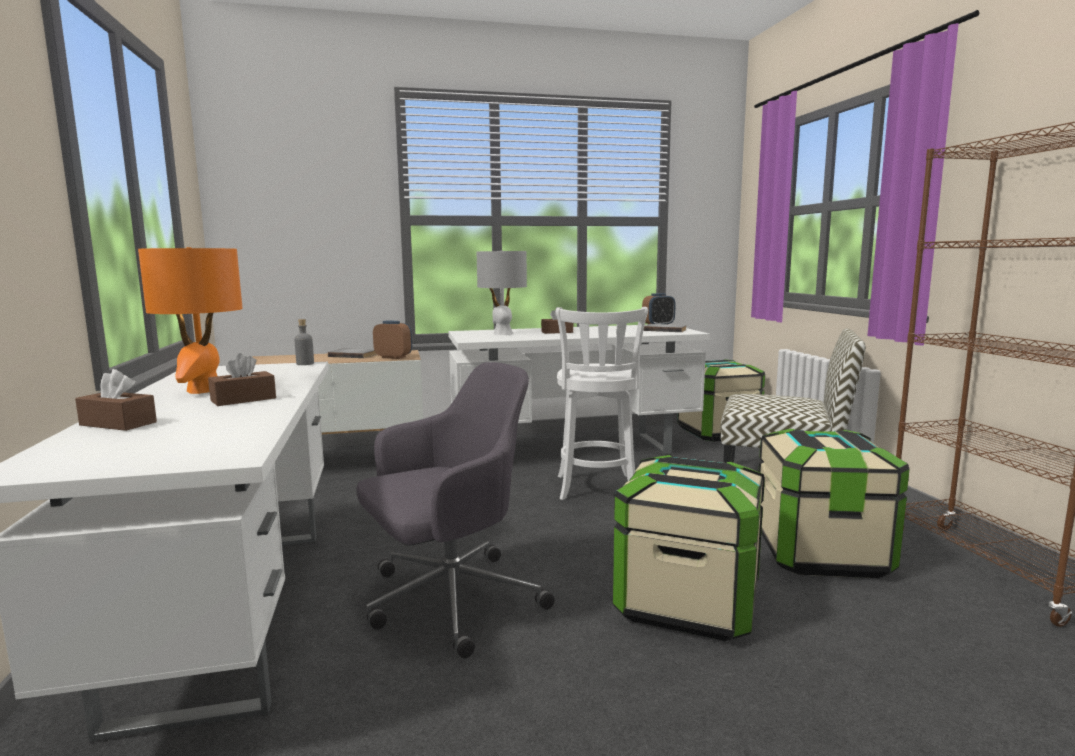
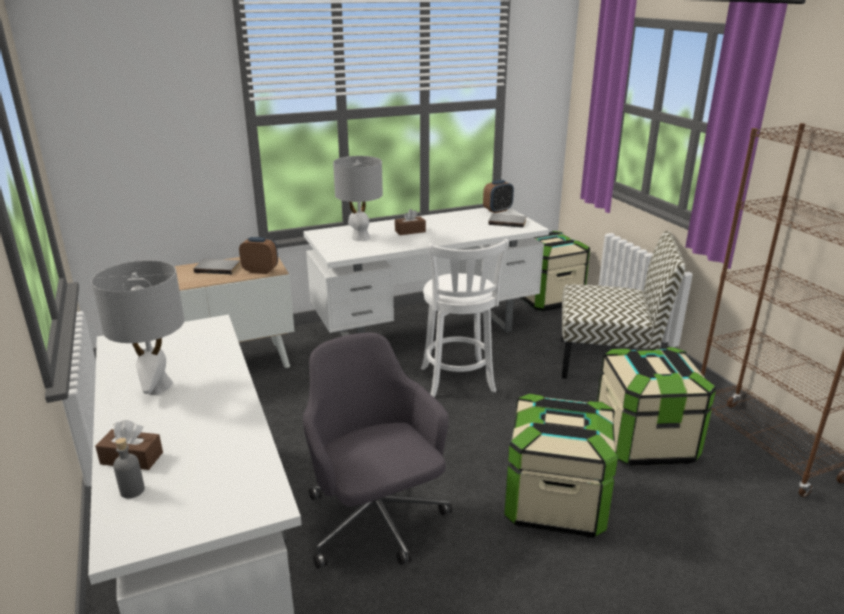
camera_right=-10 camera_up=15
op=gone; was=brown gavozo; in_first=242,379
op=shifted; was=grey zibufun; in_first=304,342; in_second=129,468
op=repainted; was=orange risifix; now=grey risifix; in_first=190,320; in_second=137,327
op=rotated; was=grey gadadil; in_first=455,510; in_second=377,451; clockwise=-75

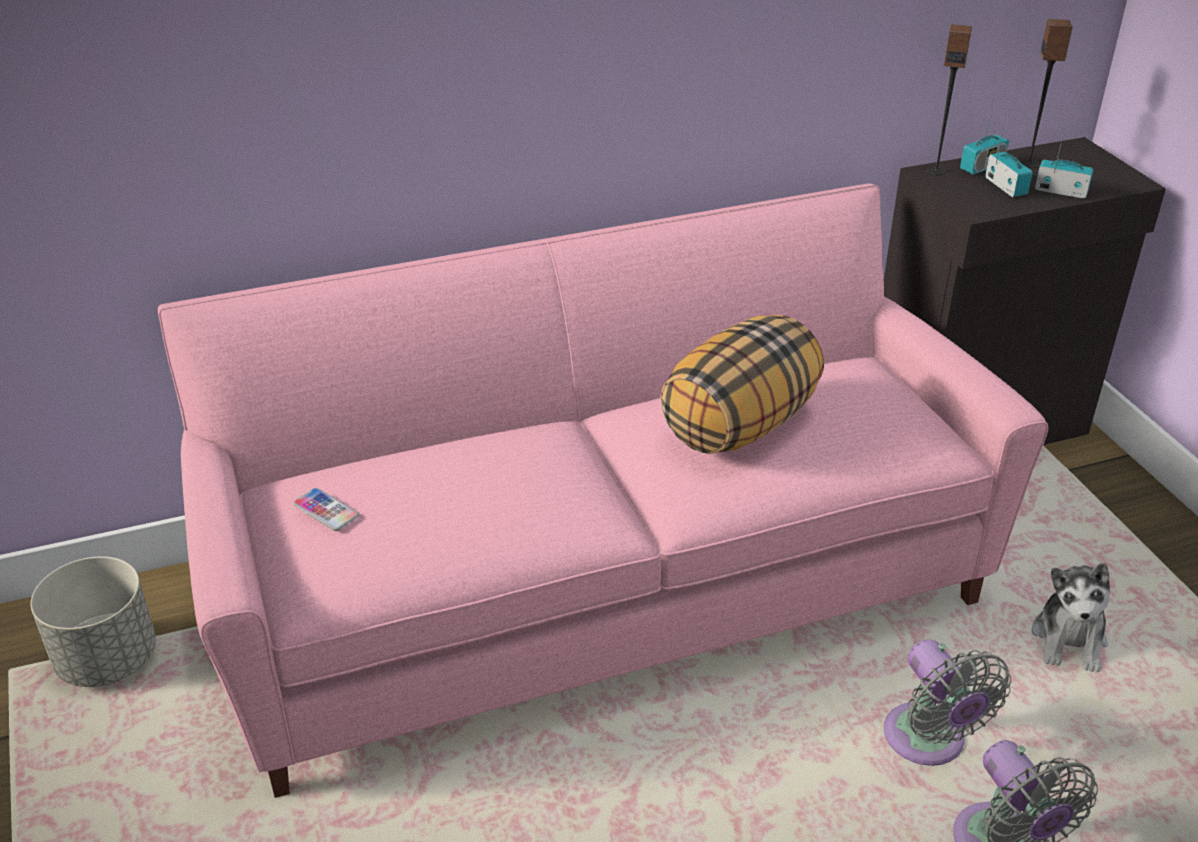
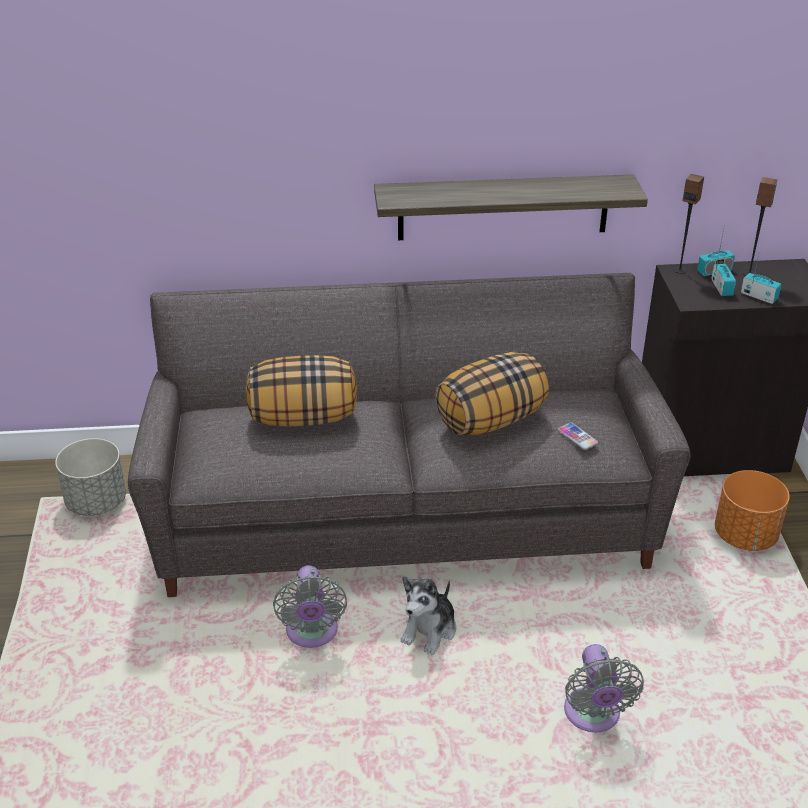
camera_right=15 camera_up=0
op=new; now=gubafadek; in_second=301,391
op=new; now=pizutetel; in_second=511,207
op=new; now=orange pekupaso; in_second=752,510
op=shifted; was=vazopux; in_first=326,509; in_second=578,436
op=shifted; was=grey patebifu; in_first=947,702; in_second=310,606
op=shifted; was=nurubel; in_first=1071,617; in_second=428,615
op=repainted; was=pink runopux; now=grey runopux; in_first=603,490; in_second=409,435

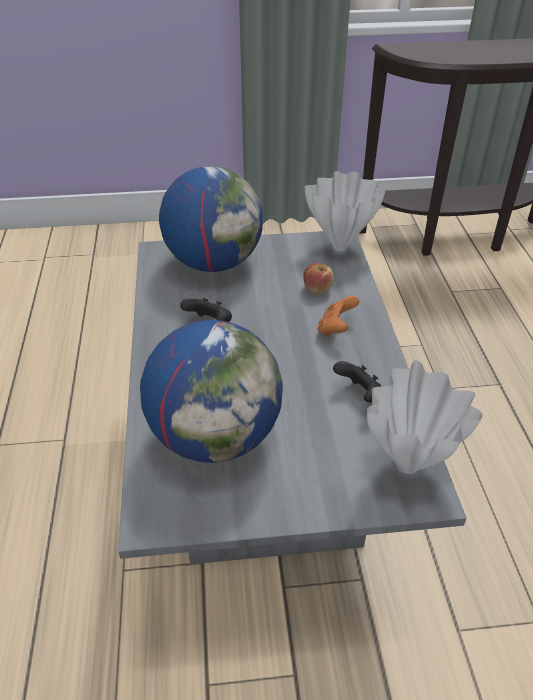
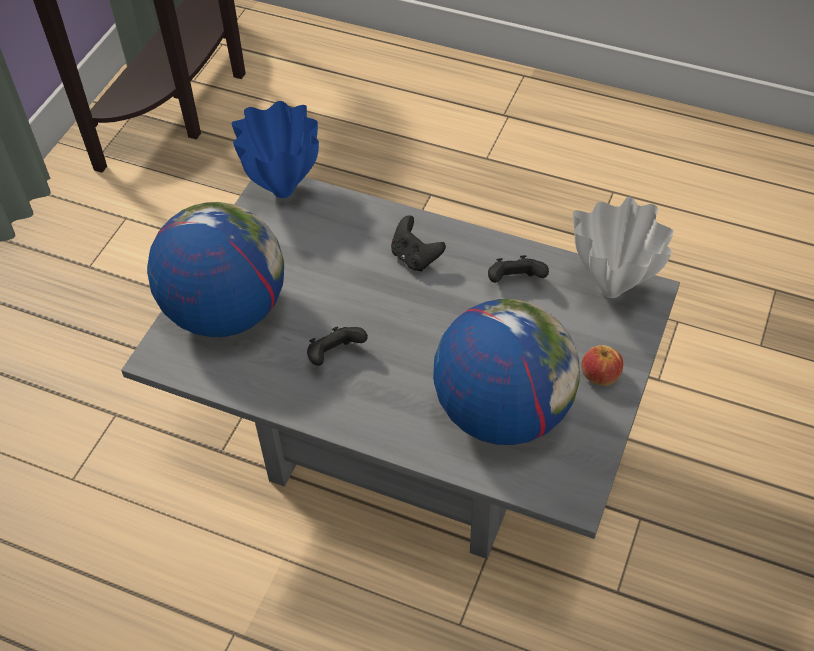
camera_right=-60 camera_up=10
op=shifted; was=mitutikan; in_first=318,278; in_second=602,365
op=repainted; was=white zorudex; now=blue zorudex; in_first=344,211; in_second=275,149
op=repainted; was=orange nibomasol; now=black nibomasol; in_first=338,316; in_second=418,243

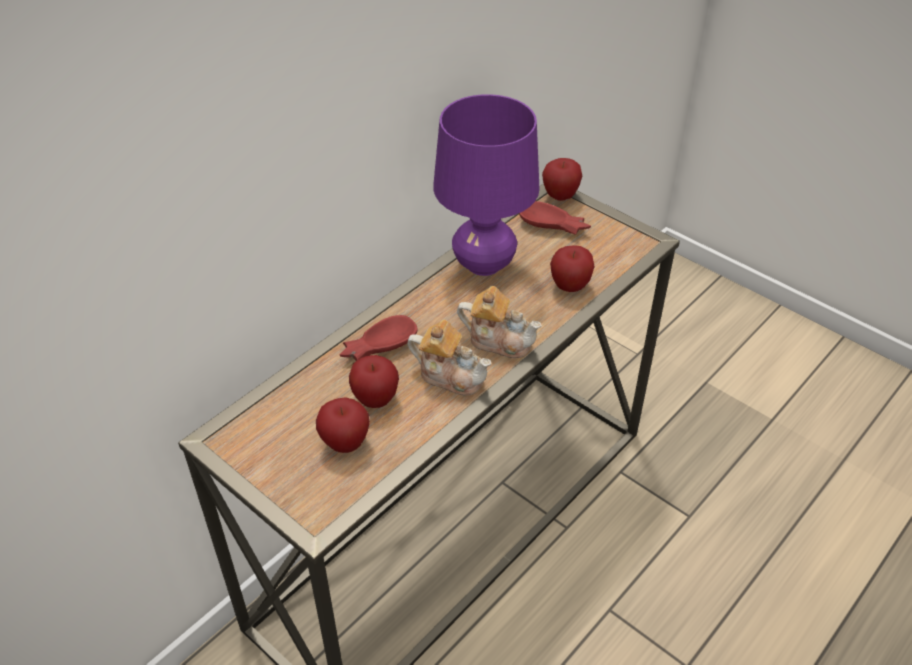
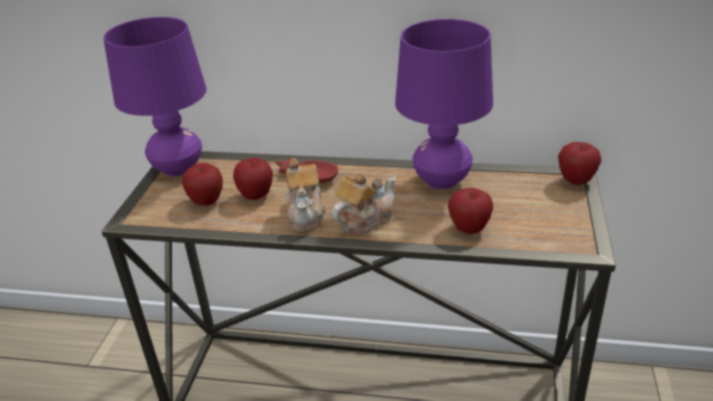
camera_right=60 camera_up=-10
op=gone; was=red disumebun; in_first=555,218
op=new; now=purple risifix; in_second=155,96
op=rotated; was=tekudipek; in_first=499,322; in_second=364,204; clockwise=-120

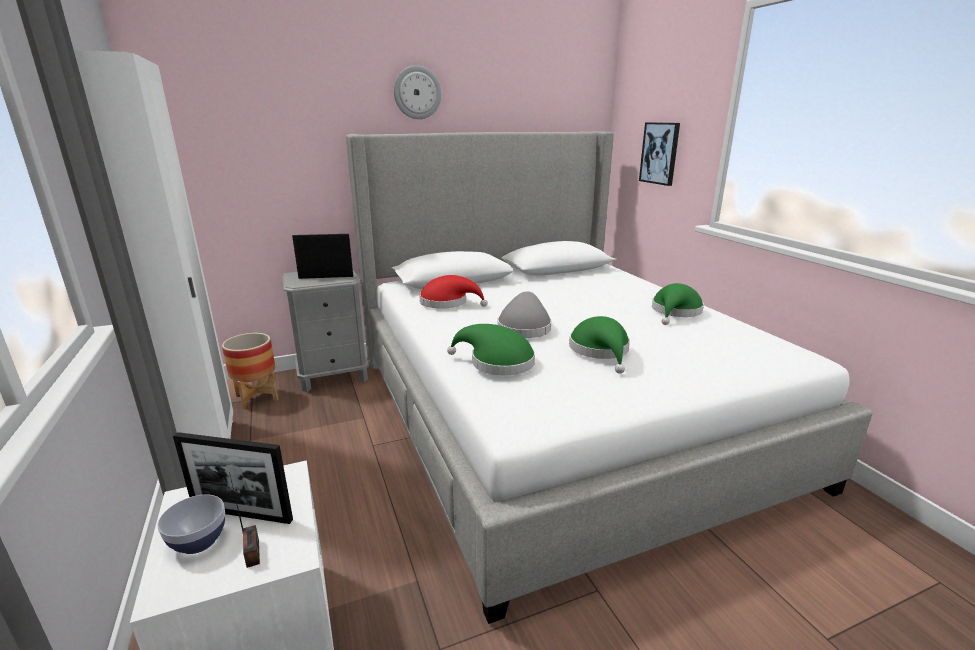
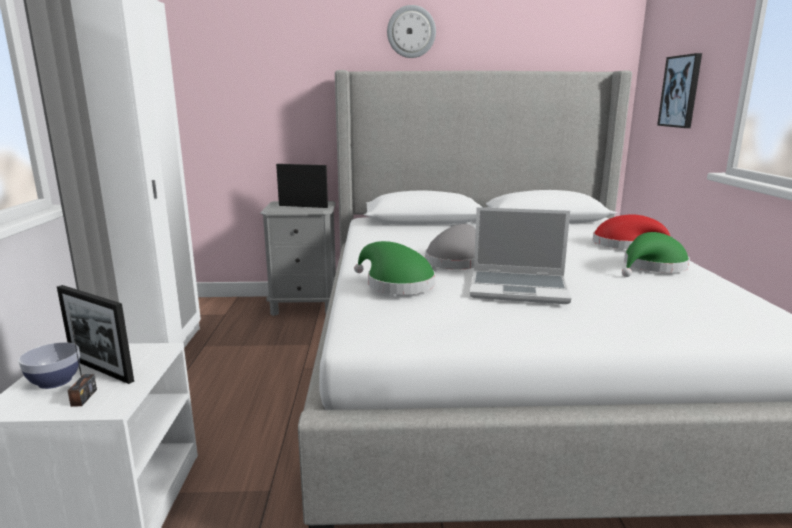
camera_right=20 camera_up=-5
op=gone; was=pekupaso; in_first=250,371
op=shifted; was=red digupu; in_first=453,292; in_second=632,231
op=swapped; was=green digupu; now=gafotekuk; in_first=599,344; in_second=520,255

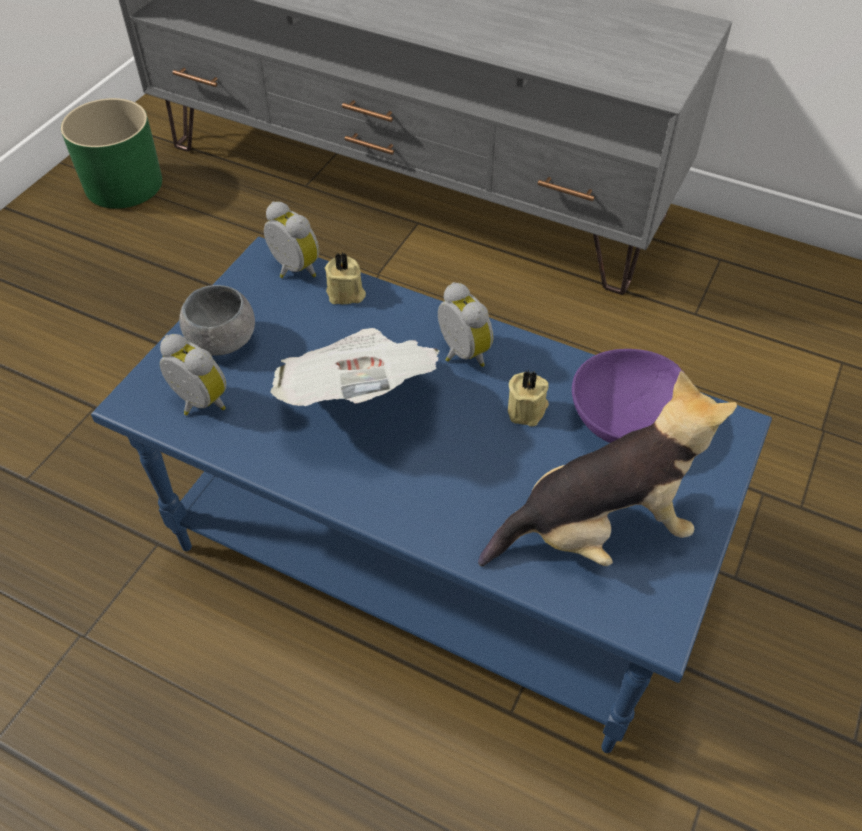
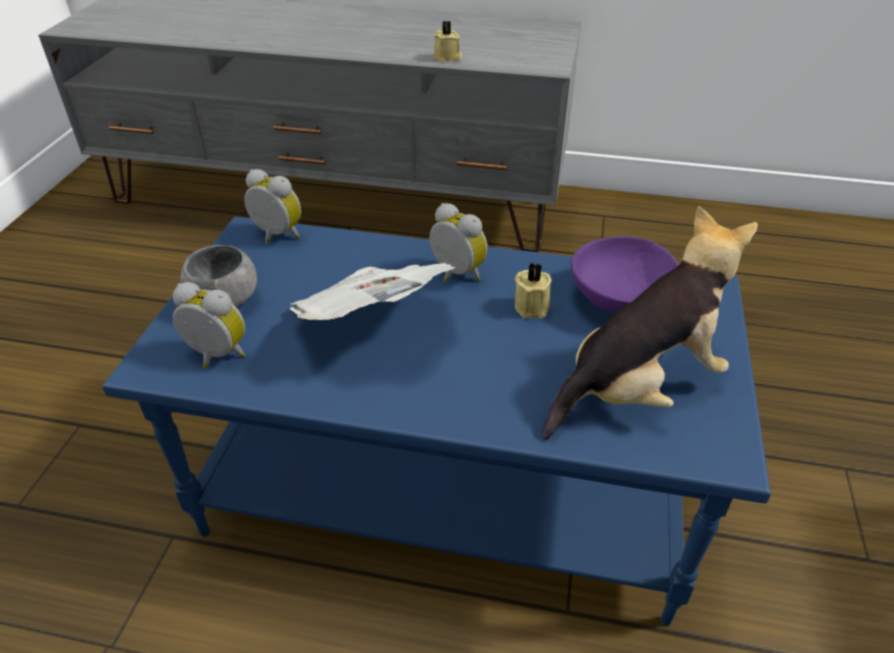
camera_right=-15 camera_up=-10
op=gone; was=green pekupaso; in_first=111,153
op=shifted; was=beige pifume; in_first=345,278; in_second=448,41

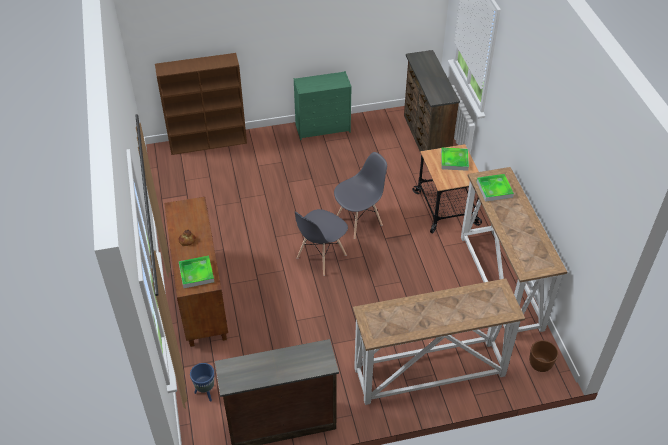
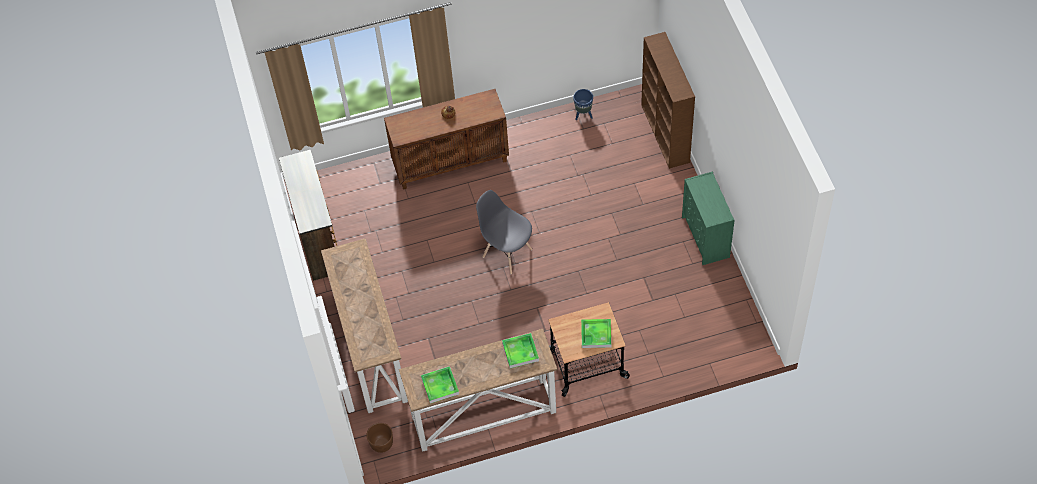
camera_right=90 camera_up=10
op=gone; was=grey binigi; in_first=360,195
op=gone; was=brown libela; in_first=432,100
op=shifted; was=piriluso; in_first=196,272; in_second=440,385
op=shifted; was=blue pekupaso; in_first=202,382; in_second=583,104

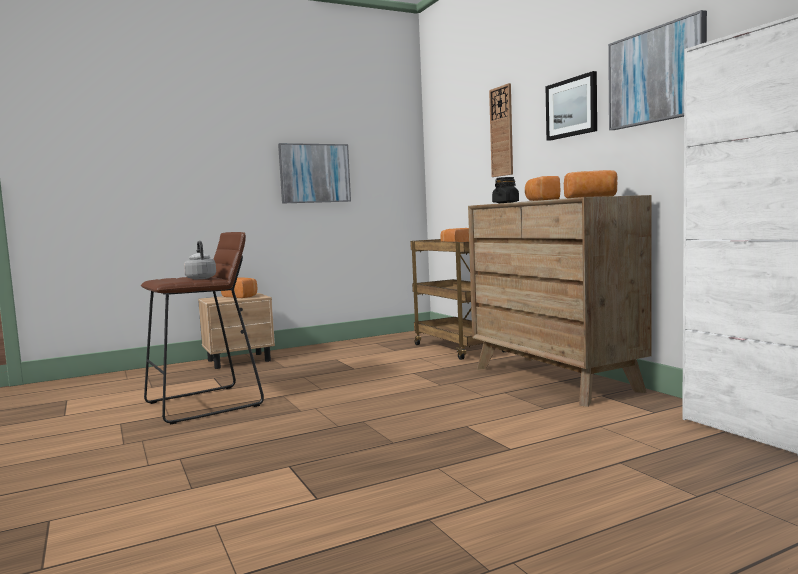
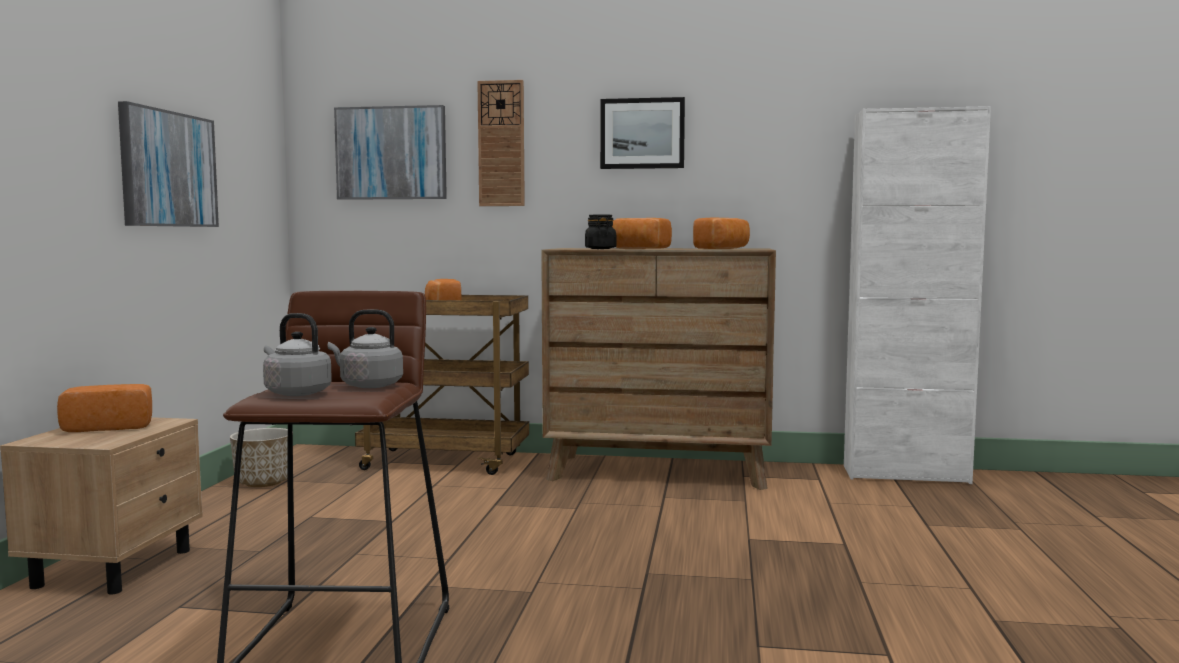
camera_right=-55 camera_up=0
op=new; now=pekupaso; in_second=259,457
op=new; now=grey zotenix; in_second=297,354
op=shifted; was=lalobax; in_first=657,70; in_second=390,152

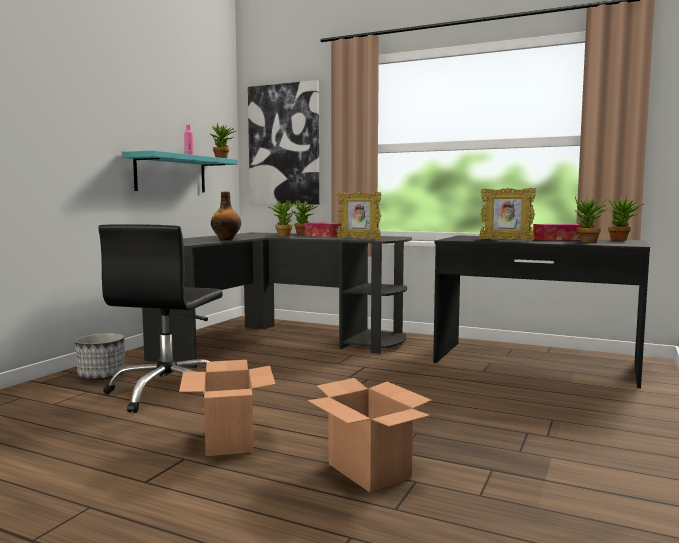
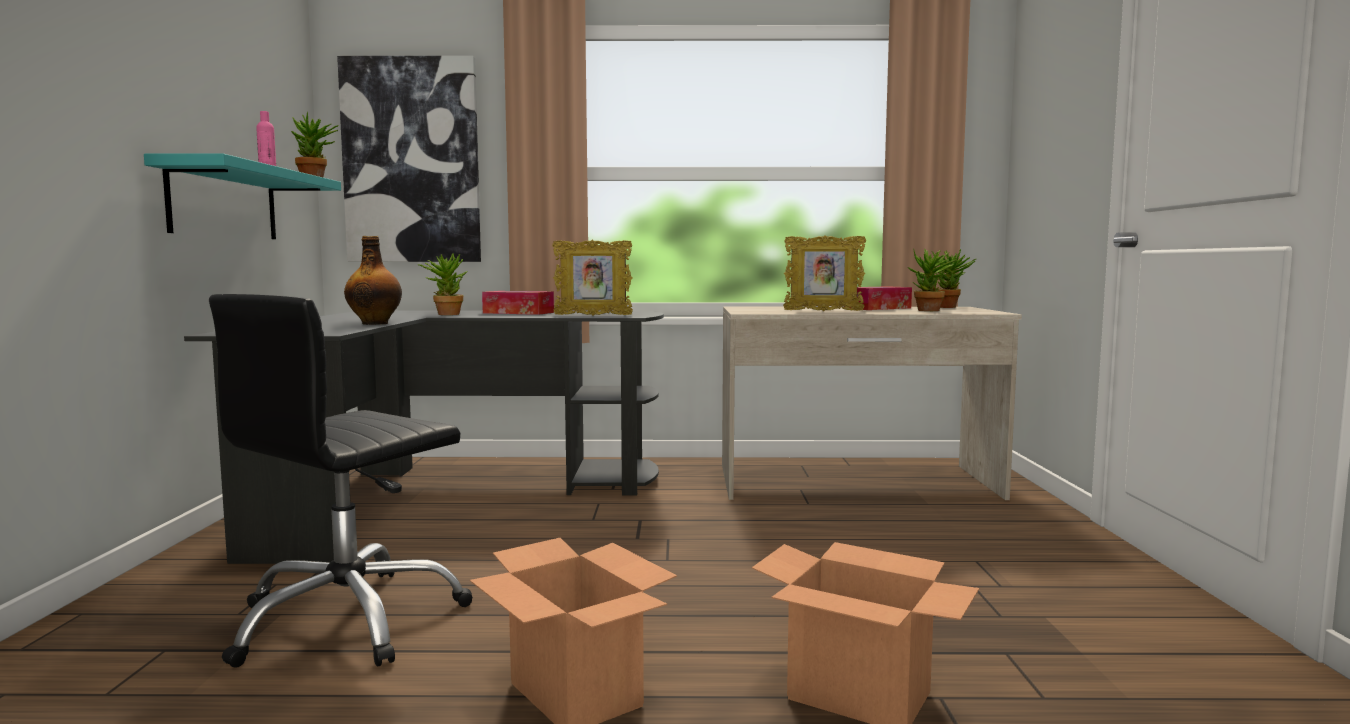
camera_right=-25 camera_up=0
op=gone; was=pekupaso; in_first=100,356
op=gone; was=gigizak; in_first=304,217
op=repainted; was=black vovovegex; now=beige vovovegex; in_first=541,311; in_second=872,403
op=rotated; was=black gadadil; in_first=160,318; in_second=341,481; clockwise=45

